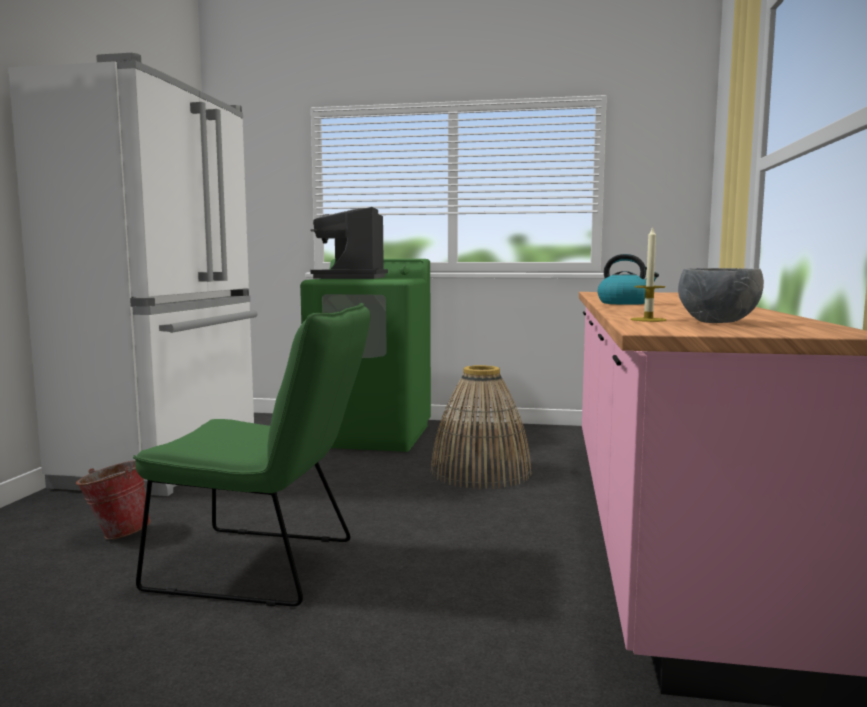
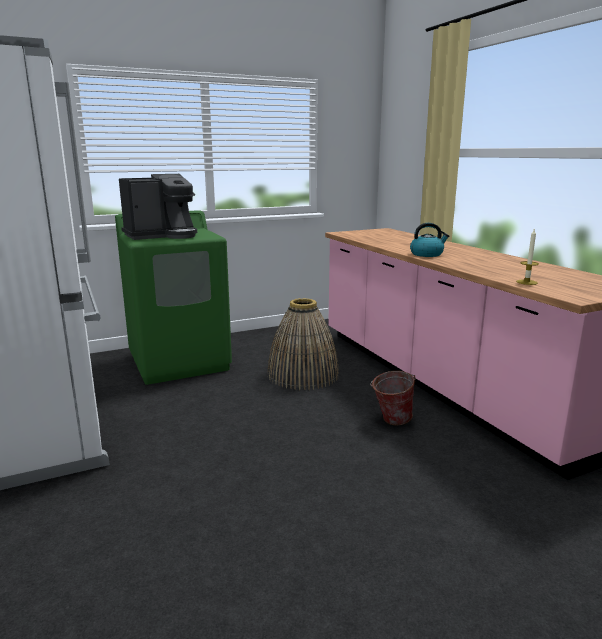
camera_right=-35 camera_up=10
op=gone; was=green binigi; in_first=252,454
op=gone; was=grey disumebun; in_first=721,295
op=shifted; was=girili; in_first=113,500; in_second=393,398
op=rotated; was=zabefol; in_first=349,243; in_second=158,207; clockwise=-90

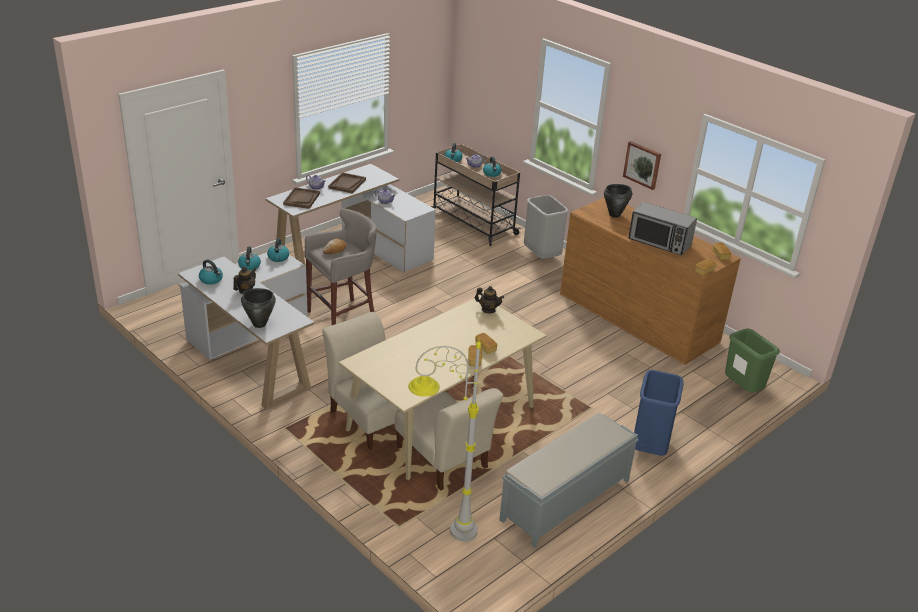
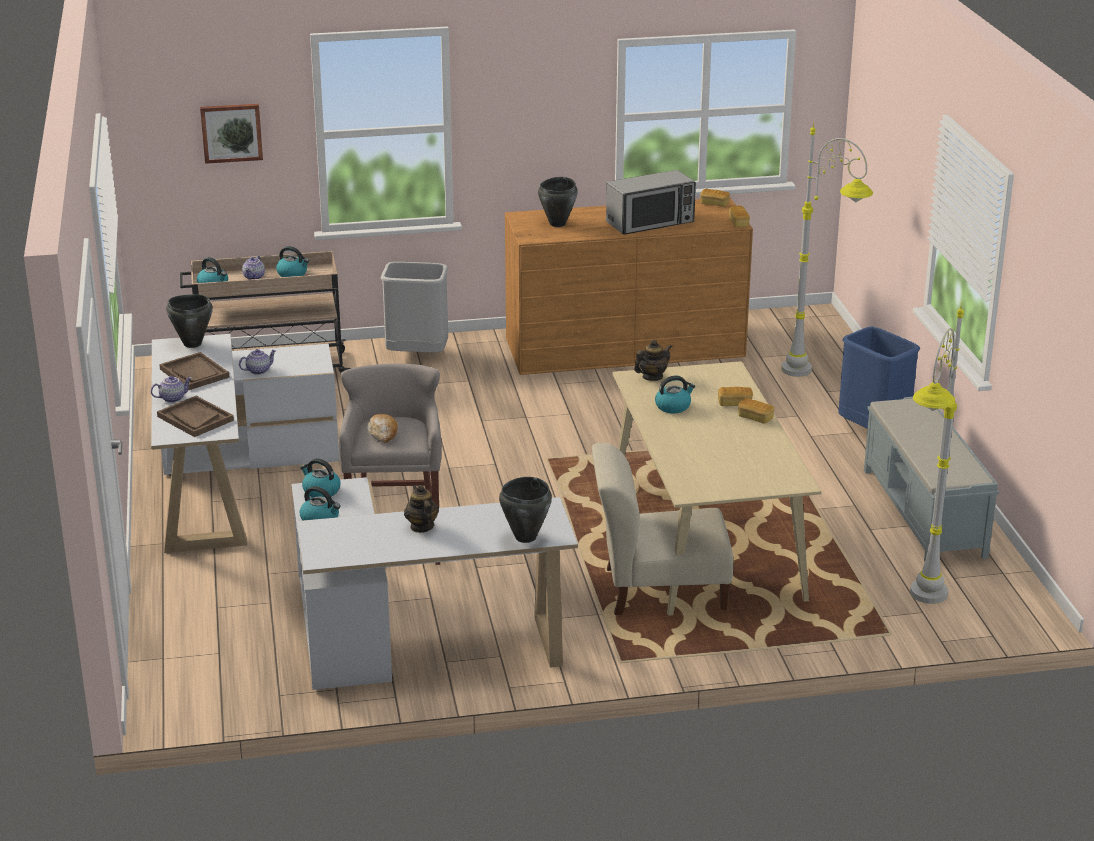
camera_right=-55 camera_up=-5
op=gone; was=beige binigi; in_first=449,439
op=gone; was=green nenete; in_first=752,360
op=new; now=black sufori; in_second=189,321
op=new; now=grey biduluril; in_second=827,249
op=shifted; was=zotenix; in_first=211,272; in_second=675,394
op=shifted; was=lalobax; in_first=642,165; in_second=231,133

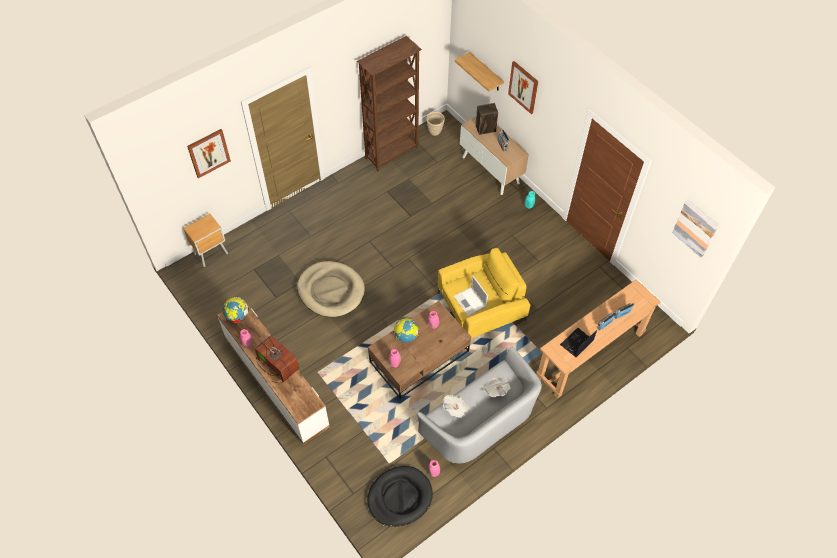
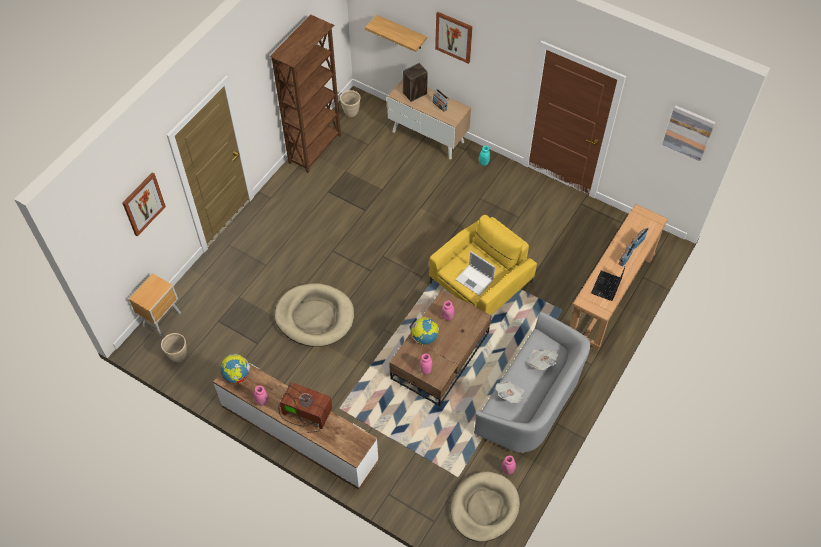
camera_right=-20 camera_up=0
op=new; now=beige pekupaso; in_second=174,347
op=repainted; was=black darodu; now=beige darodu; in_first=400,496; in_second=485,507

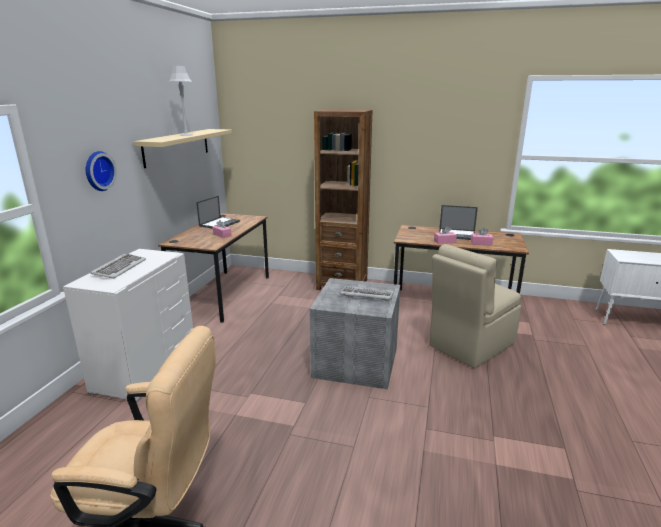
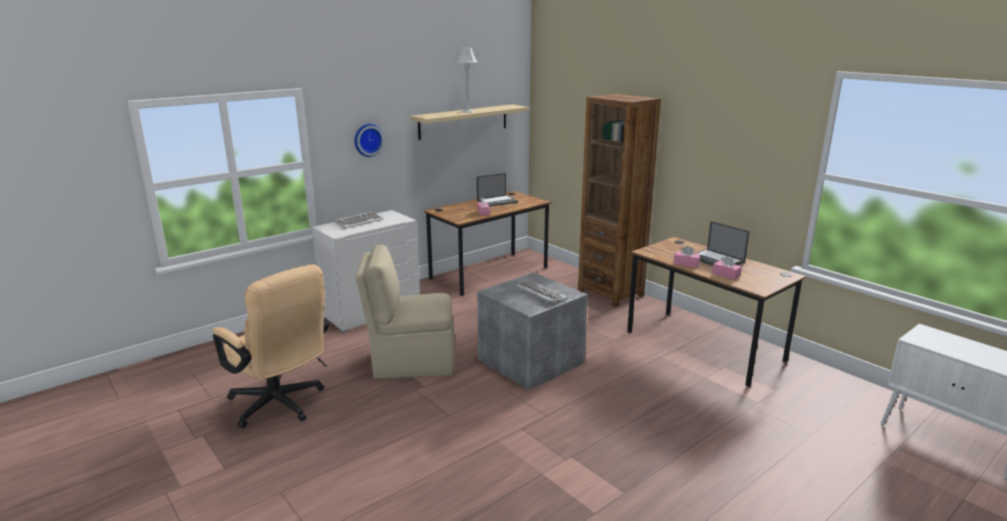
camera_right=35 camera_up=0
op=shifted; was=beige binigi; in_first=475,306; in_second=405,312

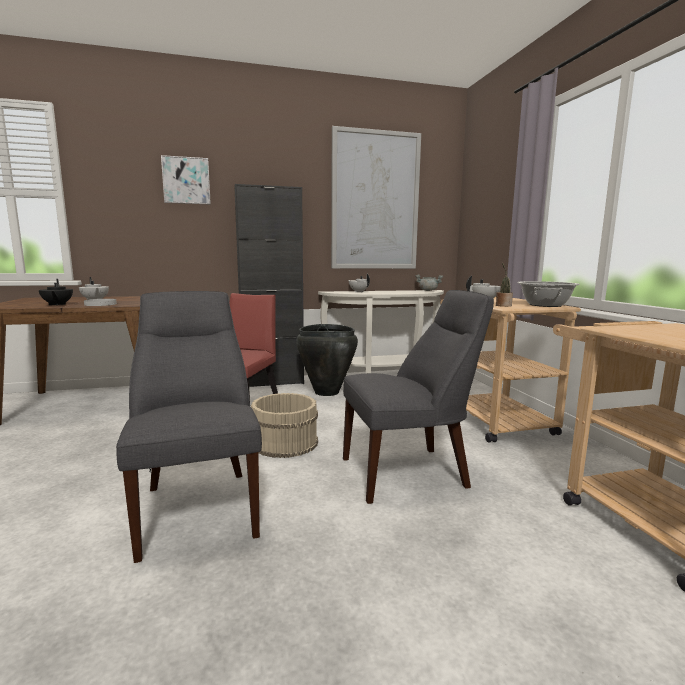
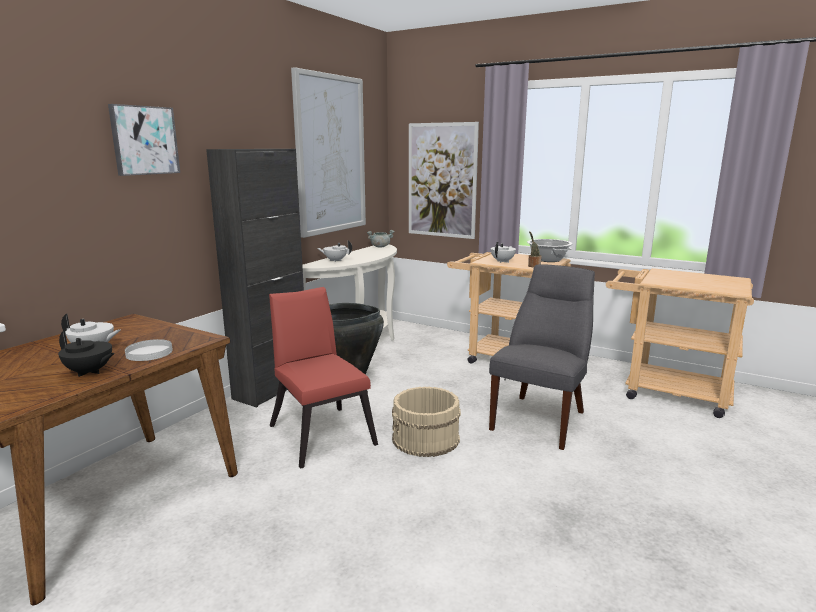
camera_right=-45 camera_up=5
op=gone; was=grey binigi; in_first=189,427
op=new; now=lalobax; in_second=444,180

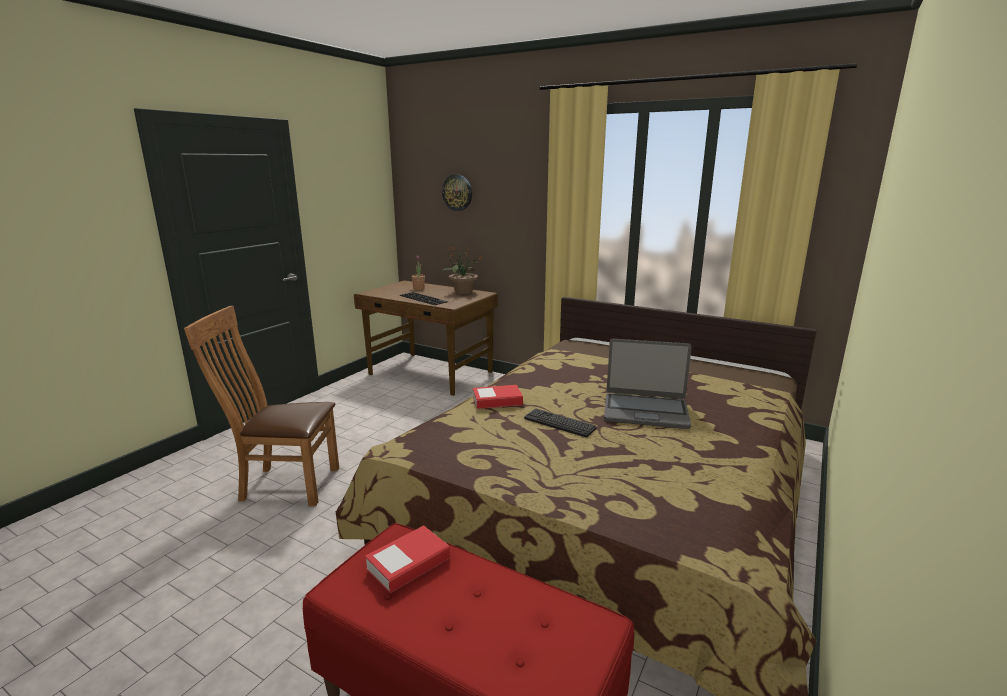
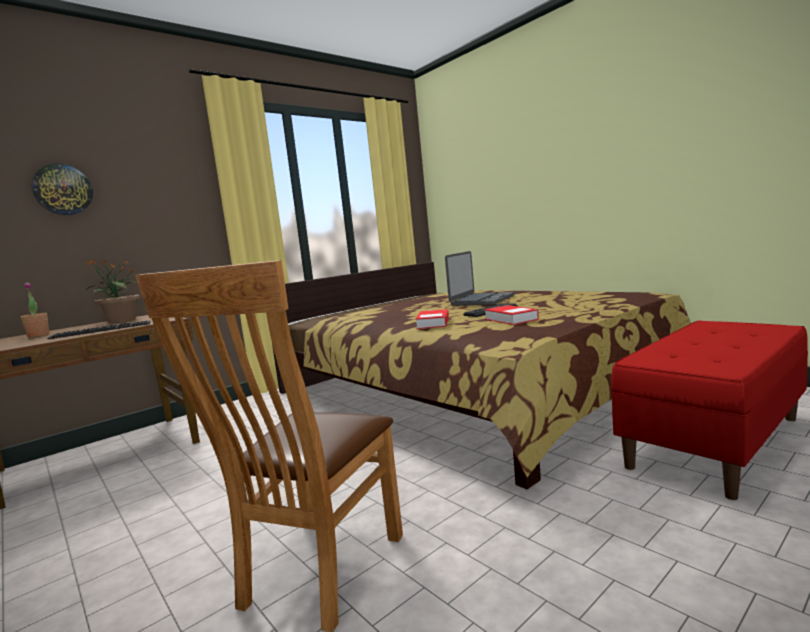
camera_right=-70 camera_up=-10
op=shifted; was=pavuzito; in_first=407,559; in_second=511,315

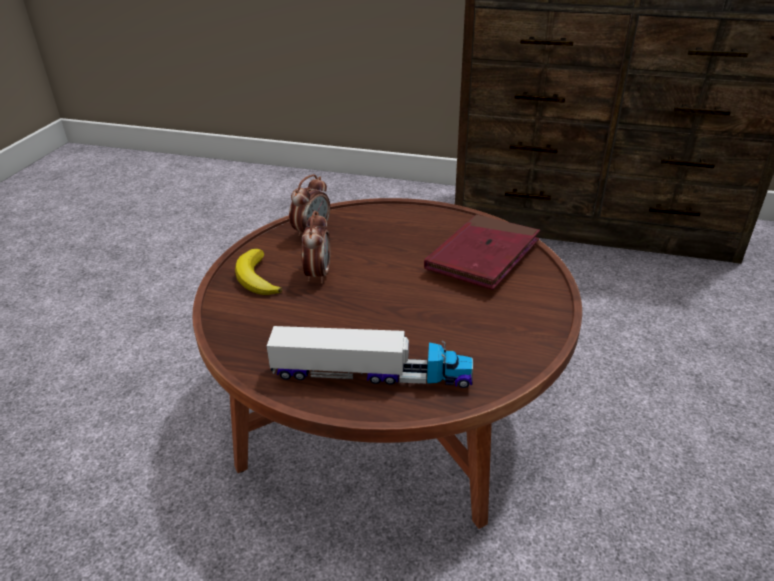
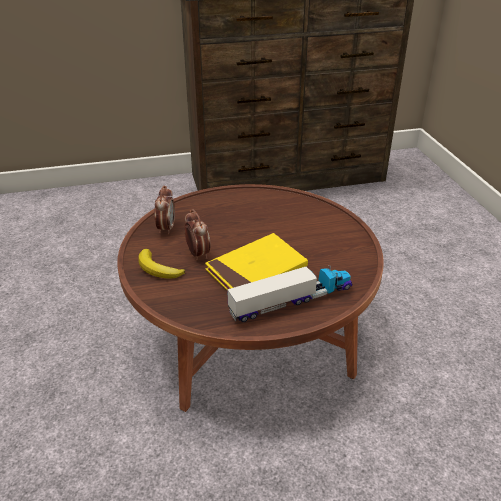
camera_right=-30 camera_up=0
op=gone; was=red pavuzito; in_first=482,252
op=new; now=yellow pavuzito; in_second=256,261

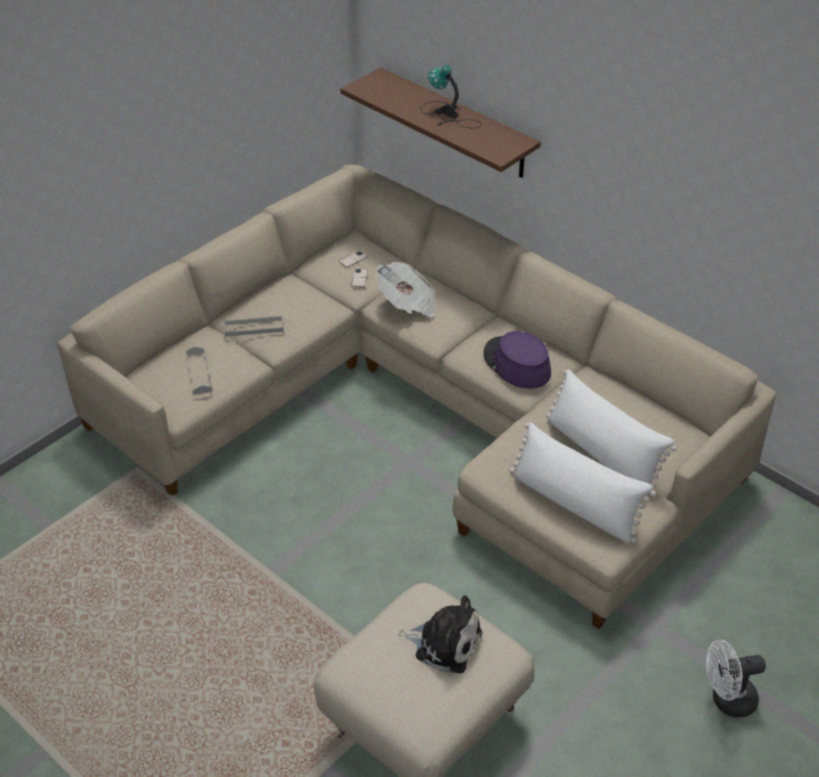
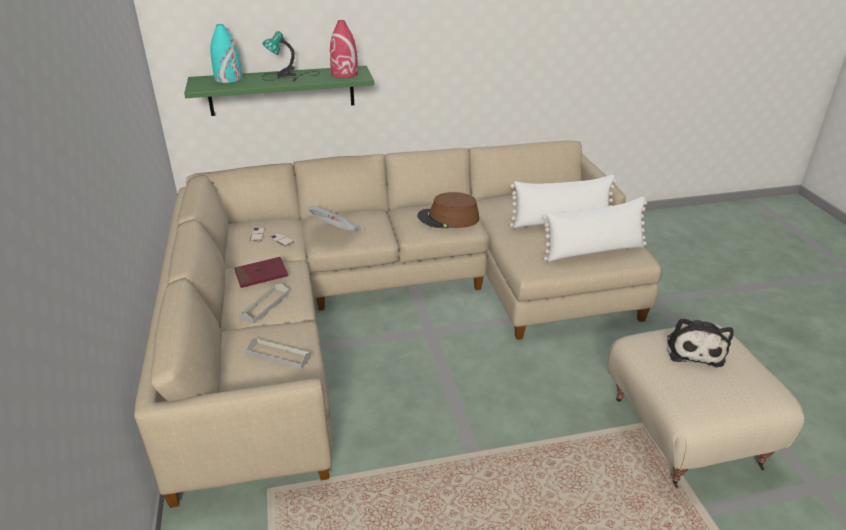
camera_right=-55 camera_up=-10
op=gone; was=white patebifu; in_first=736,678
op=new; now=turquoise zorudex; in_second=227,53
op=new; now=red pavuzito; in_second=261,272
op=new; now=red zorudex; in_second=344,49
op=repainted; was=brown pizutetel; now=green pizutetel; in_first=441,122; in_second=279,91
op=repainted; was=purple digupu; now=brown digupu; in_first=517,360; in_second=448,210
op=rotated; was=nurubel; in_first=440,634; in_second=700,342; clockwise=135

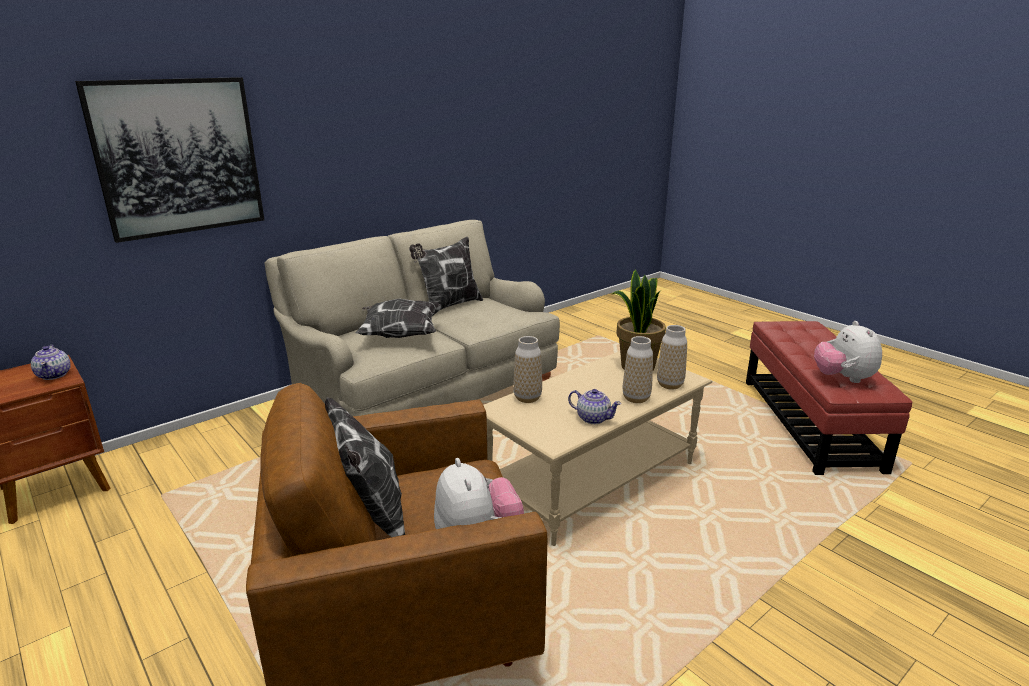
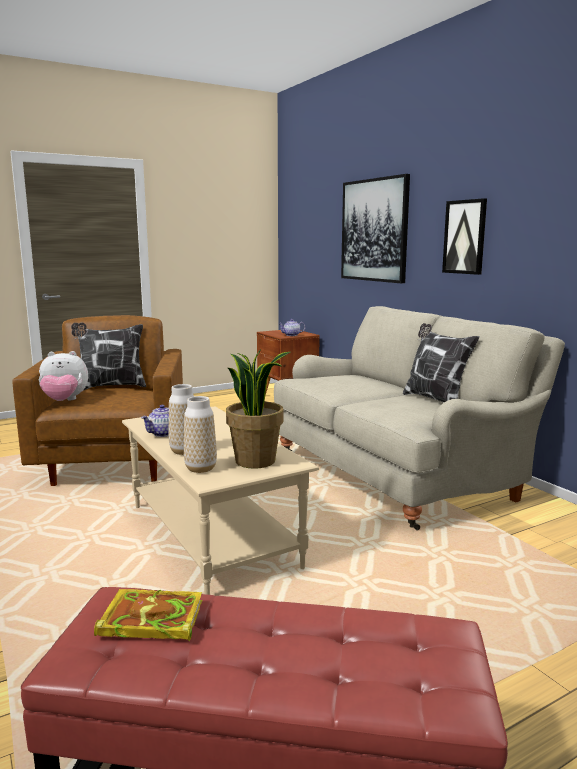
camera_right=100 camera_up=-10
op=gone; was=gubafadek; in_first=397,318
op=gone; was=zorudex; in_first=527,369
op=new; now=lalobax; in_second=464,236
op=swapped; was=nurubel; now=pavuzito; in_first=848,352; in_second=148,615

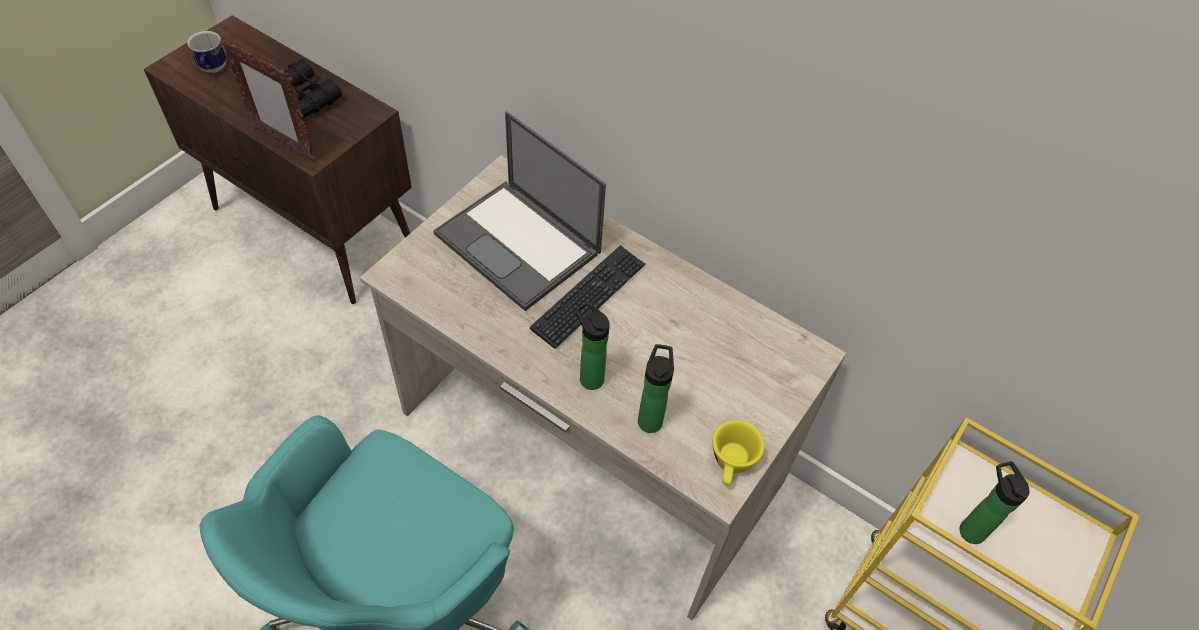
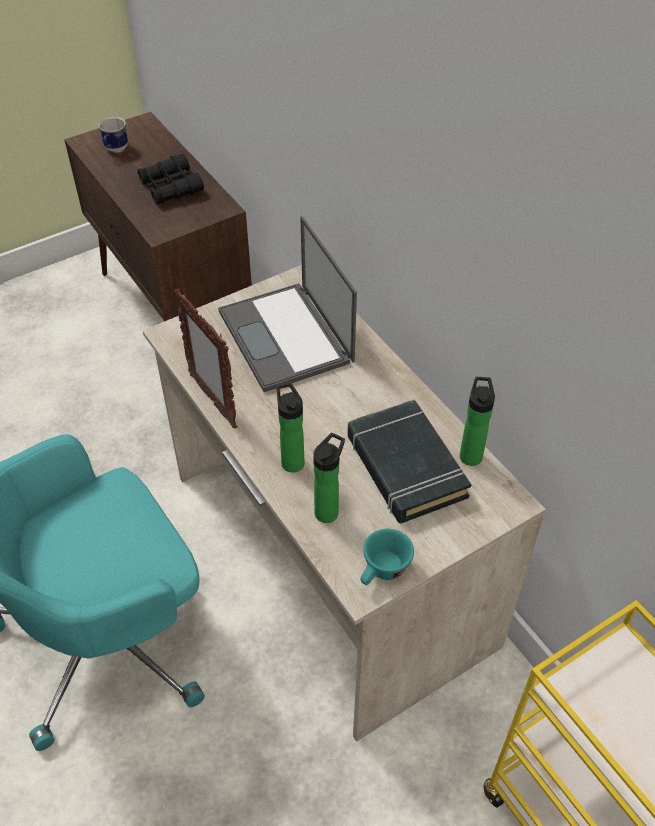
camera_right=25 camera_up=-5
op=gone; was=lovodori; in_first=588,297
op=new; now=black pavuzito; in_second=410,461
op=shifted; was=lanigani; in_first=269,100; in_second=205,359
op=shifted; was=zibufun; in_first=994,502; in_second=477,421
op=repainted; was=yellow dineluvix; now=turquoise dineluvix; in_first=738,453; in_second=387,557

